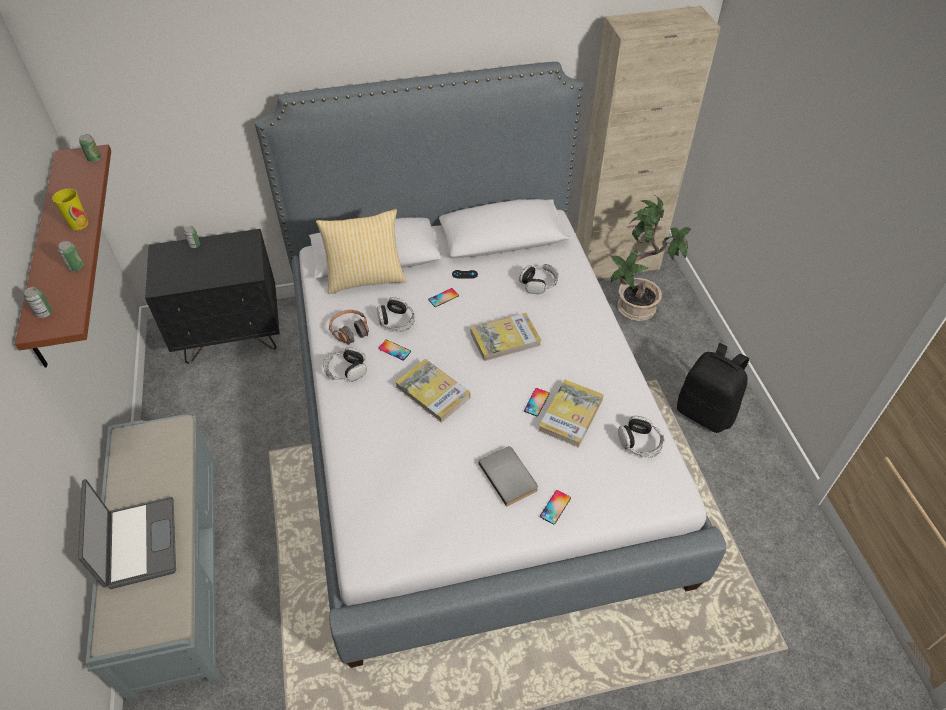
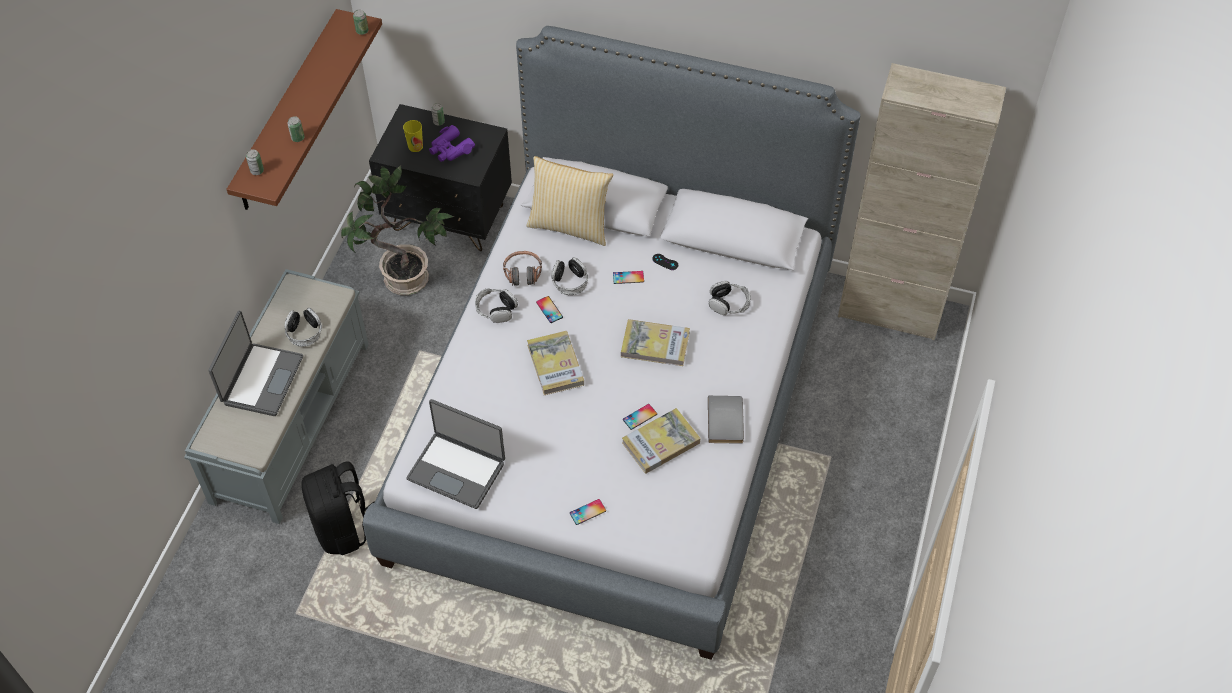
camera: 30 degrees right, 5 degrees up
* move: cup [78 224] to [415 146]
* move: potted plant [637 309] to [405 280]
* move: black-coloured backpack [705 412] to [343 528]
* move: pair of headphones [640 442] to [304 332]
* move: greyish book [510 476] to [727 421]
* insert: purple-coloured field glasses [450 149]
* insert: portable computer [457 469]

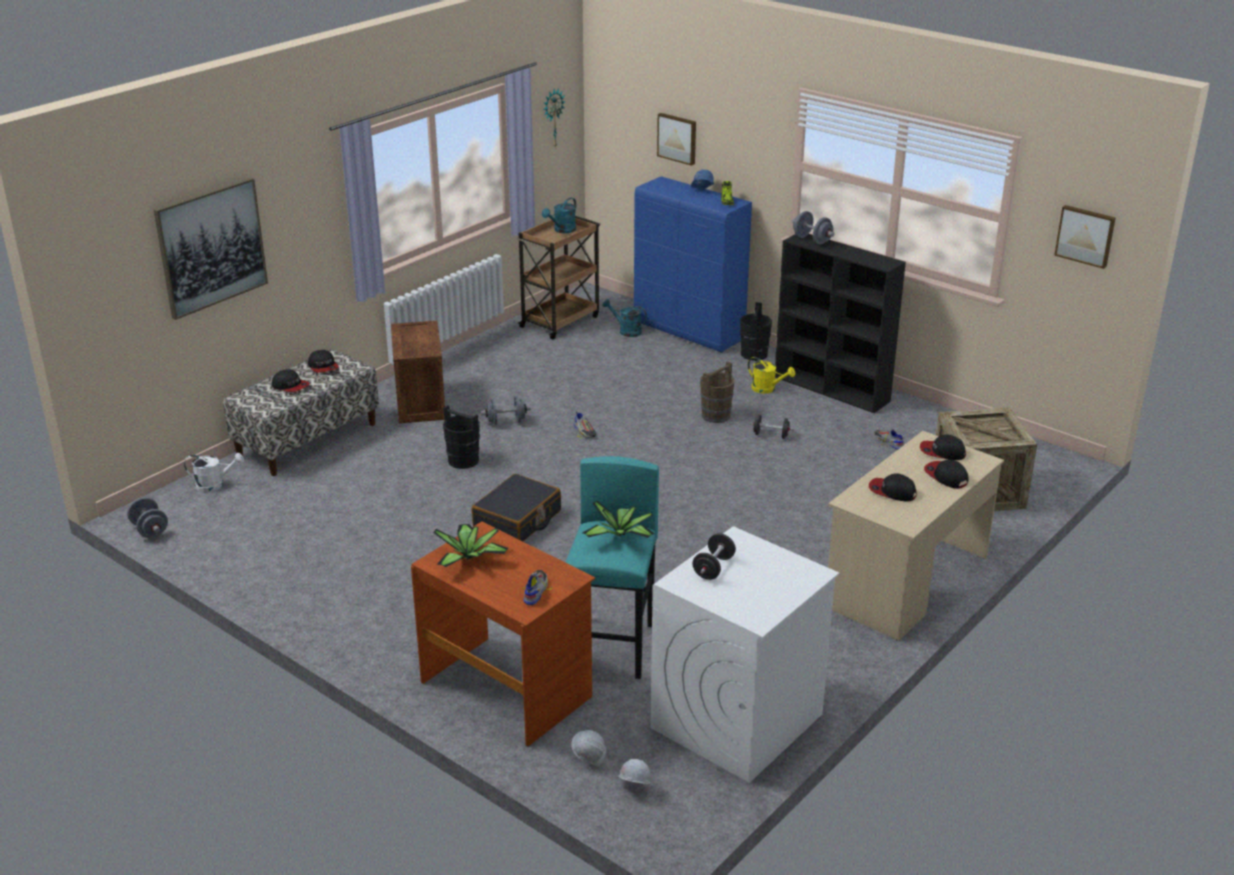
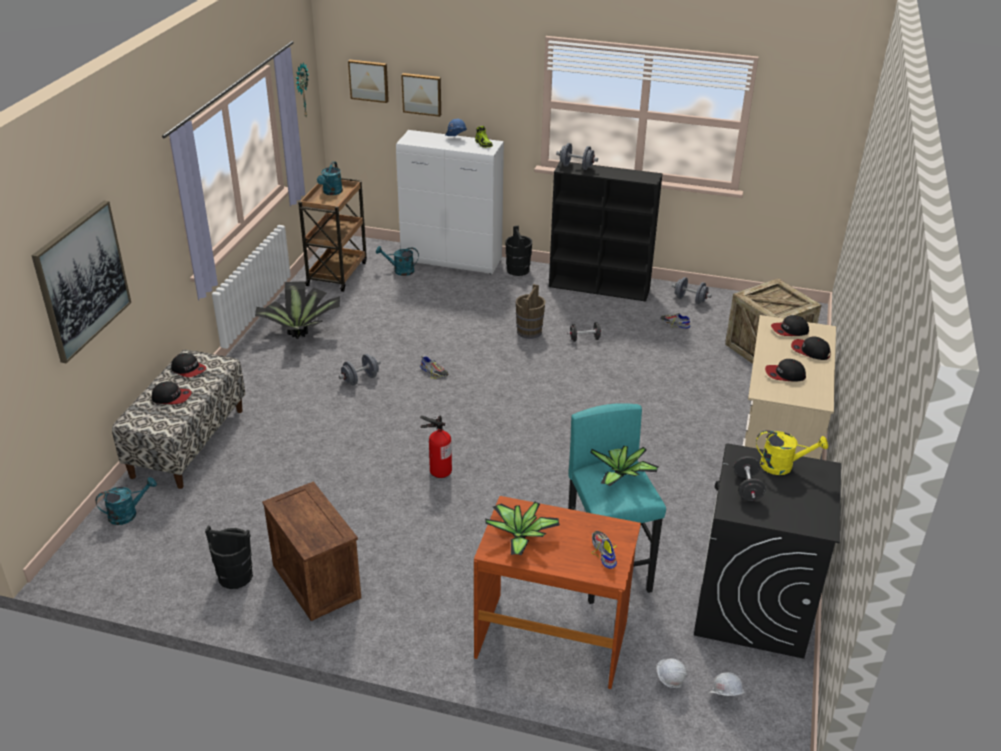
camera: 25 degrees left, 5 degrees up
* recolor: blue storage cabinet [689 332] to whitish storage cabinet [452 261]
* move: wall art [1085 235] to [369 80]
* move: shipping crate [419 403] to [315 581]
* move: yellow sprinkling can [767 389] to [783 466]
* move: black-coloured water bucket [463 460] to [235 576]
* recolor: whitish sprinkling can [214 485] to turquoise sprinkling can [128 514]
* replace: black-coloured suitcase [517 520] to fire-fighting cylinder [440 471]
* move: greyish dumbbell [150 530] to [690 300]
* recolor: whitish washing machine [736 722] to black-coloured washing machine [753 606]
* insert: potted plant [301 331]

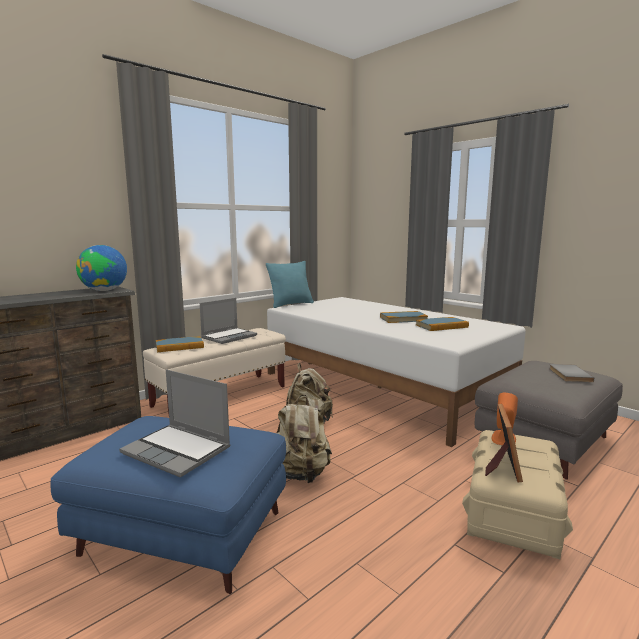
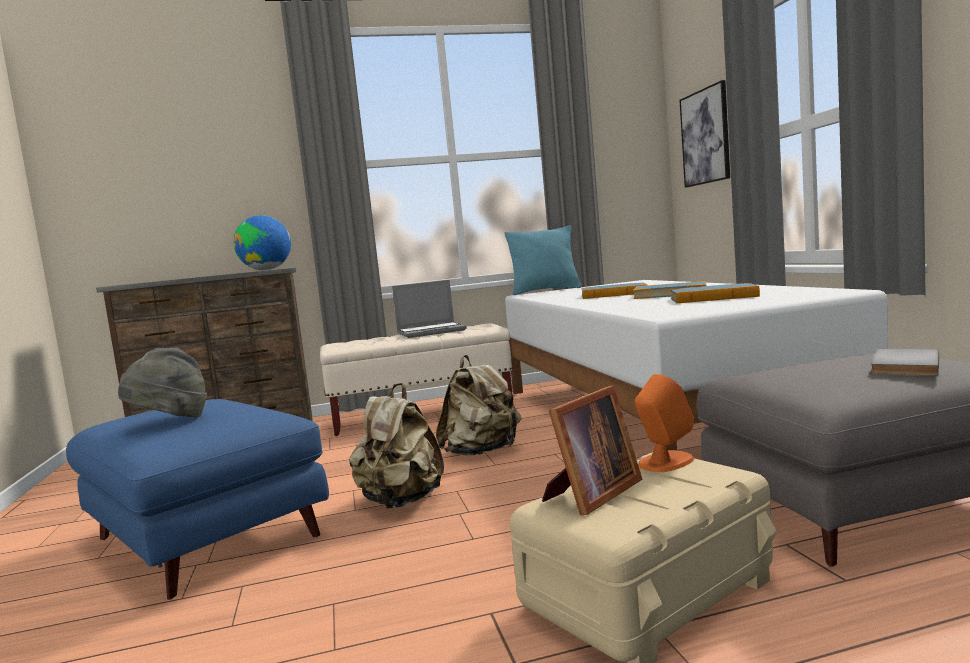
camera: 30 degrees right, 5 degrees down
* move: book [179 346] to [613 294]
* replace: portable computer [178 451] to greyish wearable hat [169 422]
* insert: wall art [705 137]

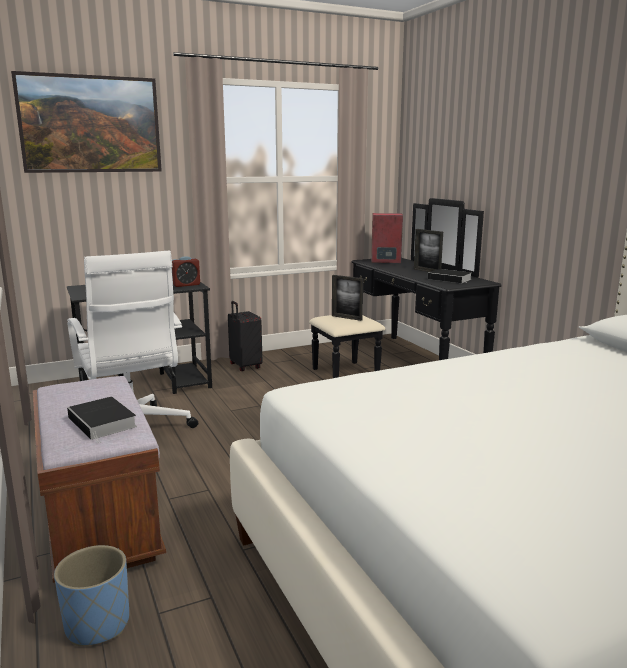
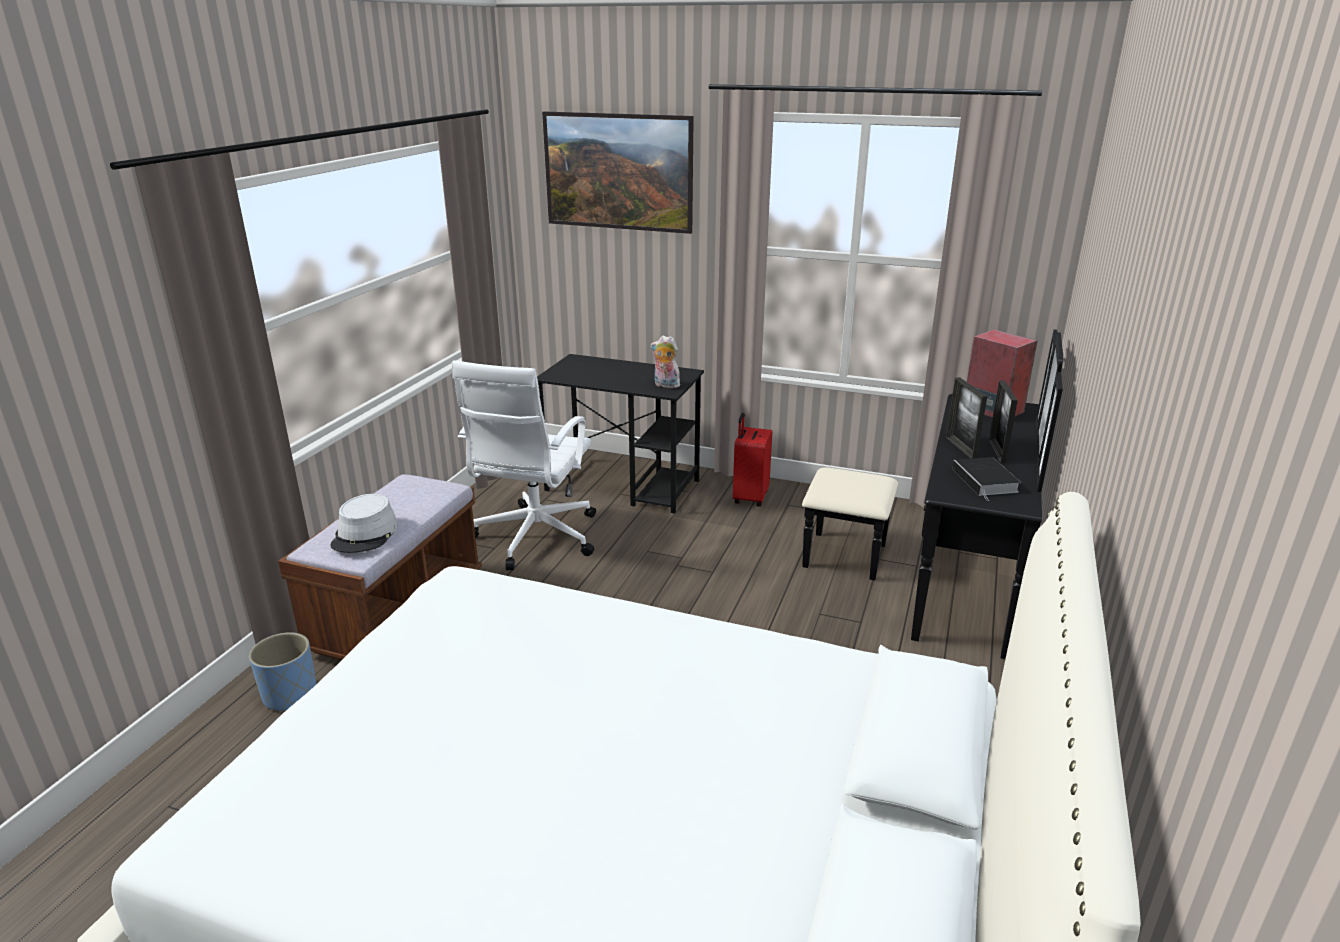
camera: 45 degrees right, 10 degrees up
* replace: table clock [186 285] to soft toy [665 385]
* move: picture frame [346 318] to [961 448]
* recolor: black-coloured suitcase [244 366] to red suitcase [749 498]
* replace: book [103 423] to greyish wearable hat [365 534]

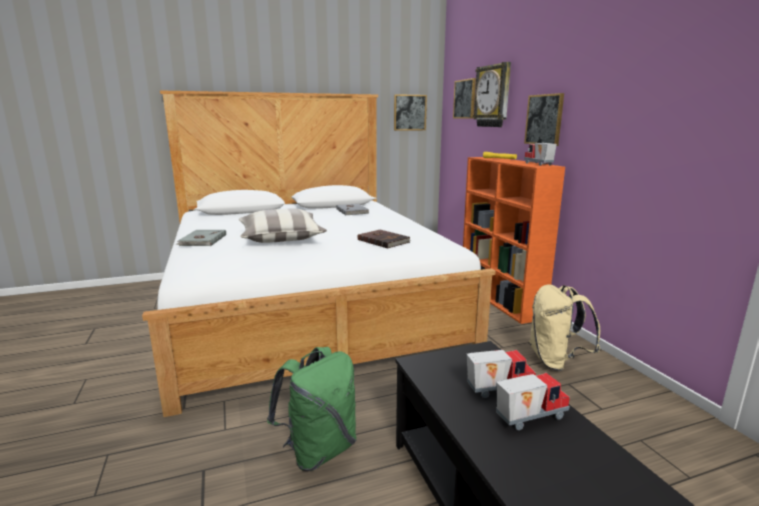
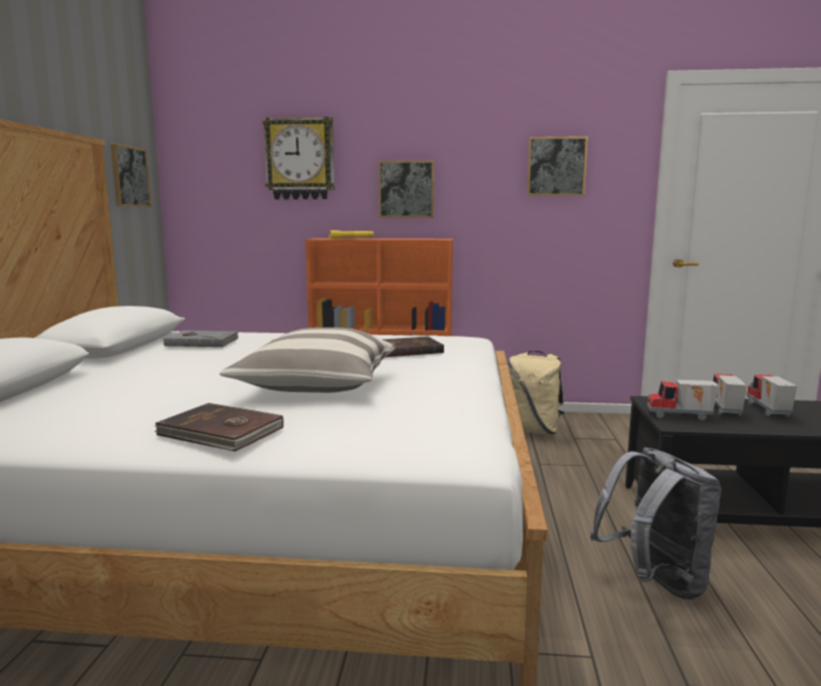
camera: 65 degrees left, 5 degrees down
* move: wall art [465 99] to [556 166]
* move: toy lorry [537 164] to [680 416]
* recolor: greyish book [202 240] to brown book [220 432]
* recolor: green-coloured backpack [319 450] to greyish backpack [654 583]

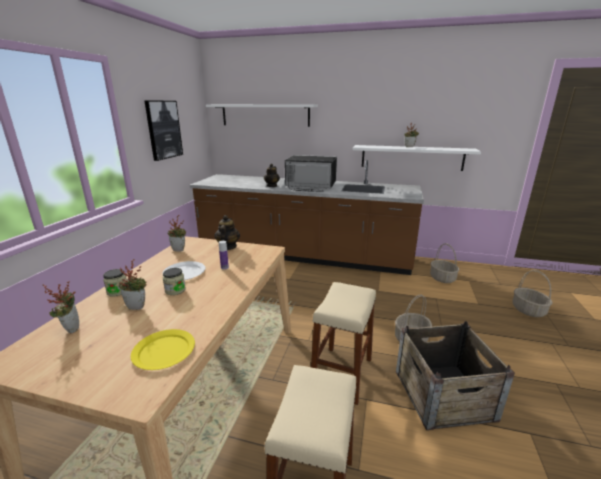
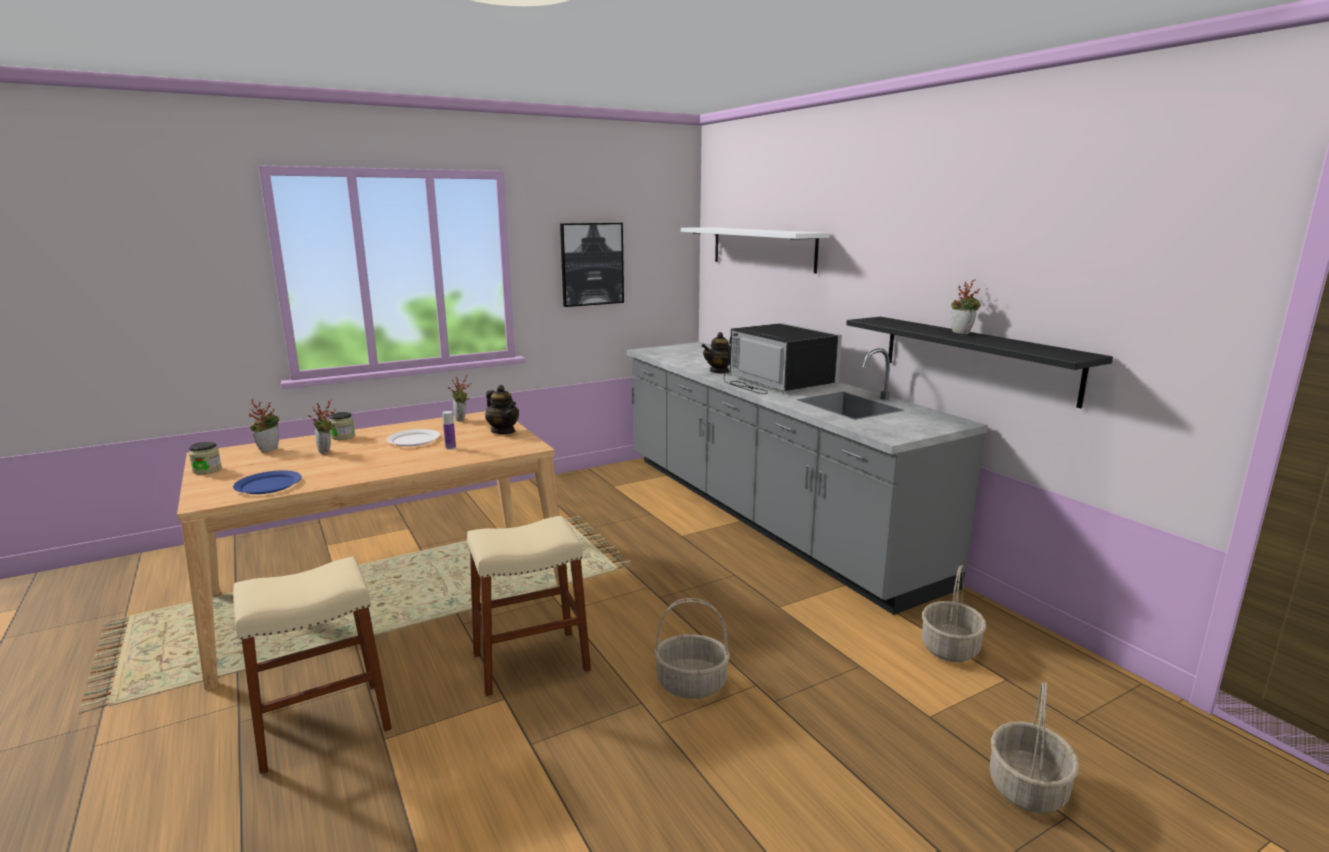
camera: 45 degrees right, 5 degrees down
* recolor: whitish wall shelf [411 157] to black-coloured wall shelf [976 358]
* recolor: brown counter [303 255] to greyish counter [764 514]
* rotate: pot for tea [228 247] = [503 431] 90 degrees clockwise
* move: jar [175 290] to [207 470]
* delete: shipping crate [443 394]
* recolor: yellow flat dish [163 351] to blue flat dish [268 485]

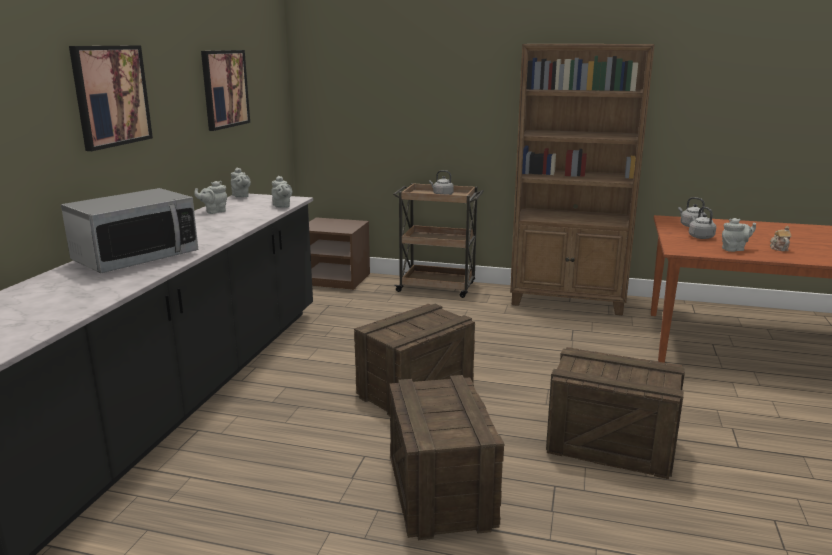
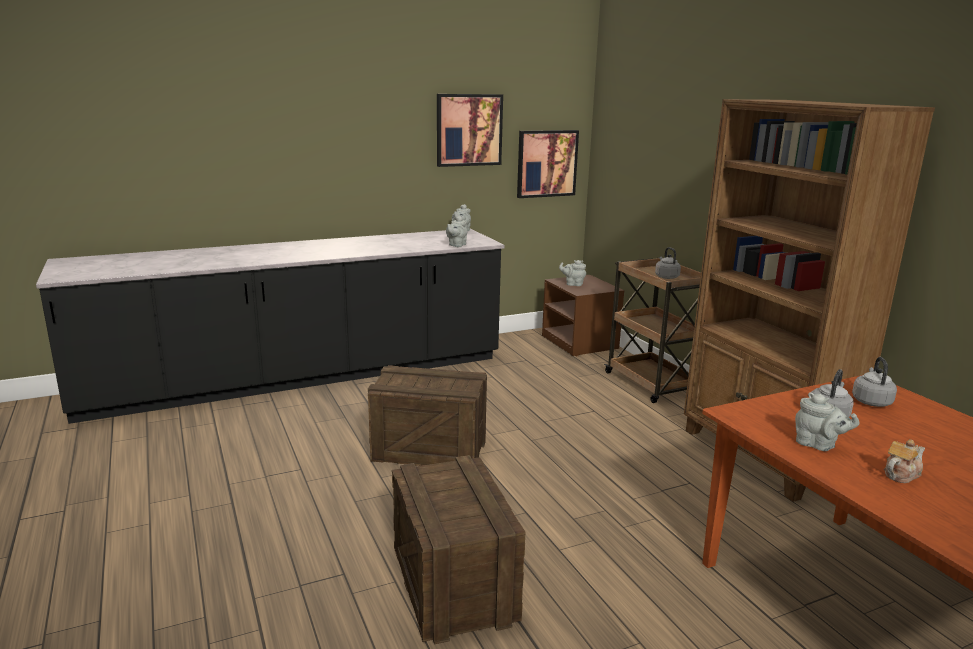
camera: 50 degrees right, 0 degrees up
* move: wall art [111 96] to [546 163]
* move: greyish pot for tea [214 211] to [573 284]
* delete: kitchen microwave [136 258]
* delete: shipping crate [440 491]

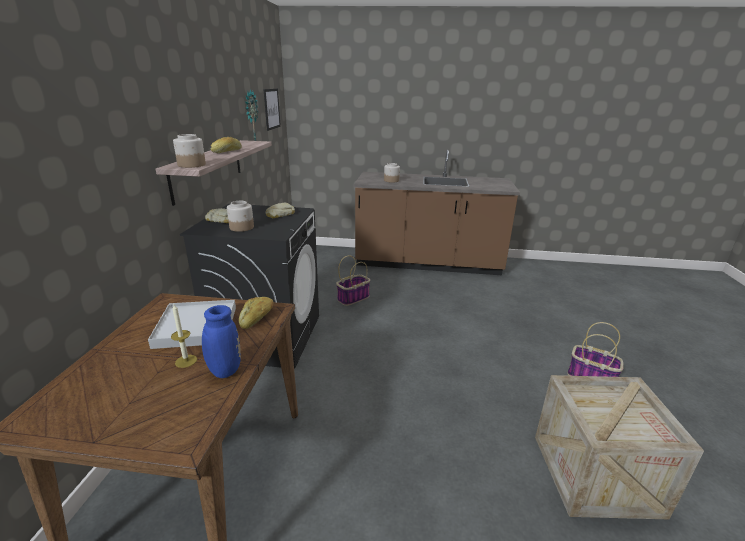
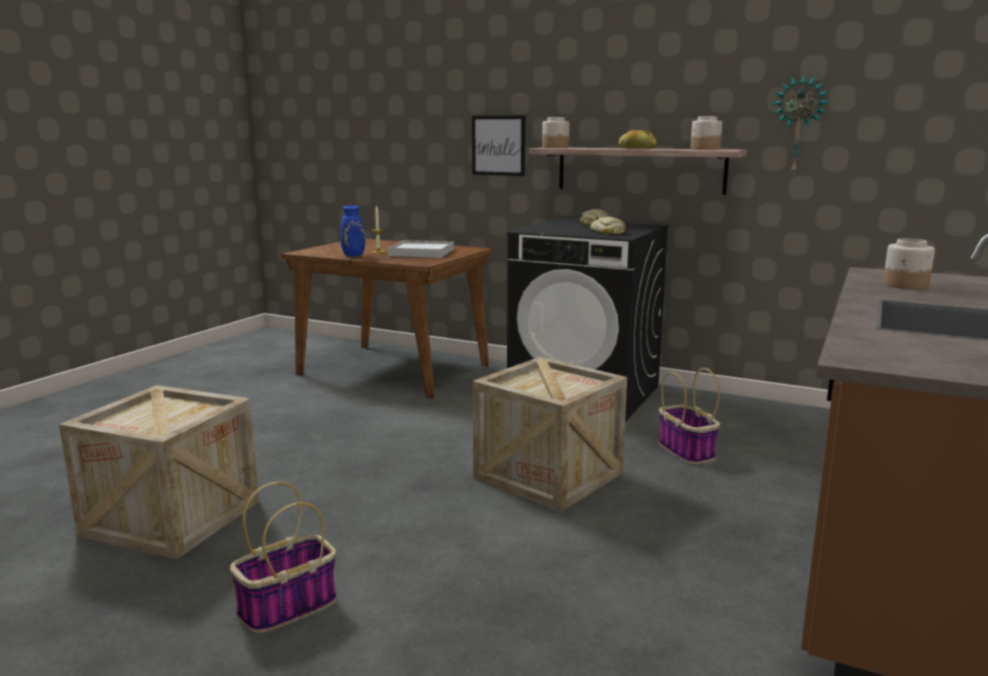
camera: 110 degrees right, 10 degrees down
* move: wall art [271 109] to [498 145]
* move: jar [242 227] to [705 149]
* delete: bakery bread [257 318]
* insert: shipping crate [548 475]

